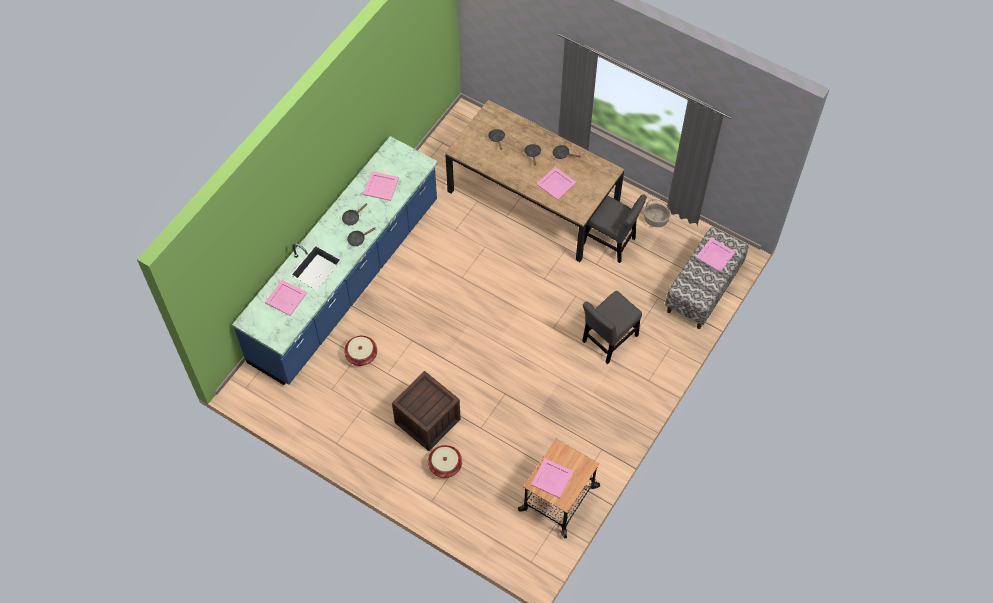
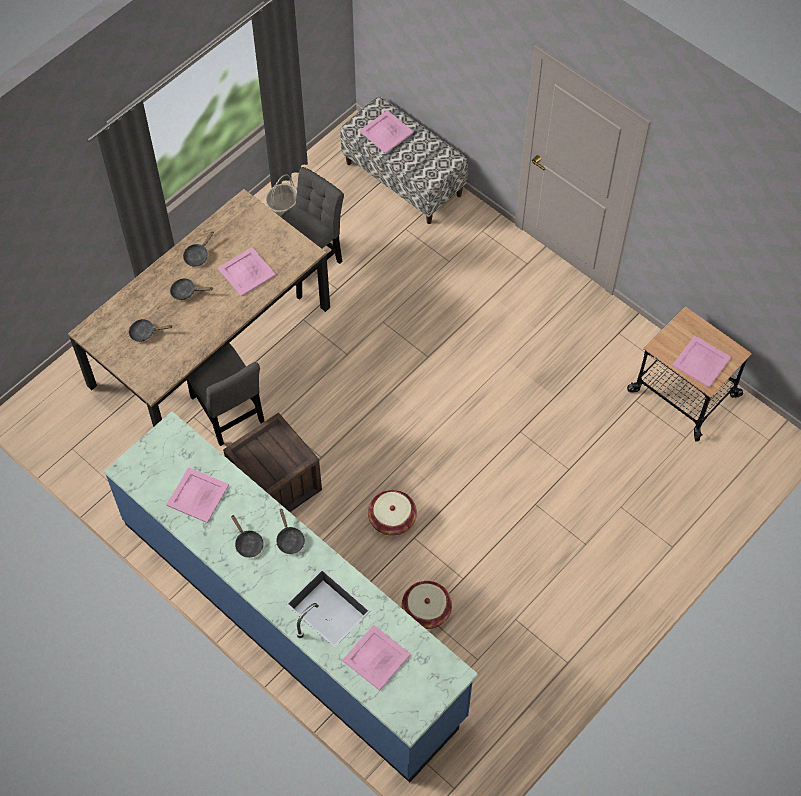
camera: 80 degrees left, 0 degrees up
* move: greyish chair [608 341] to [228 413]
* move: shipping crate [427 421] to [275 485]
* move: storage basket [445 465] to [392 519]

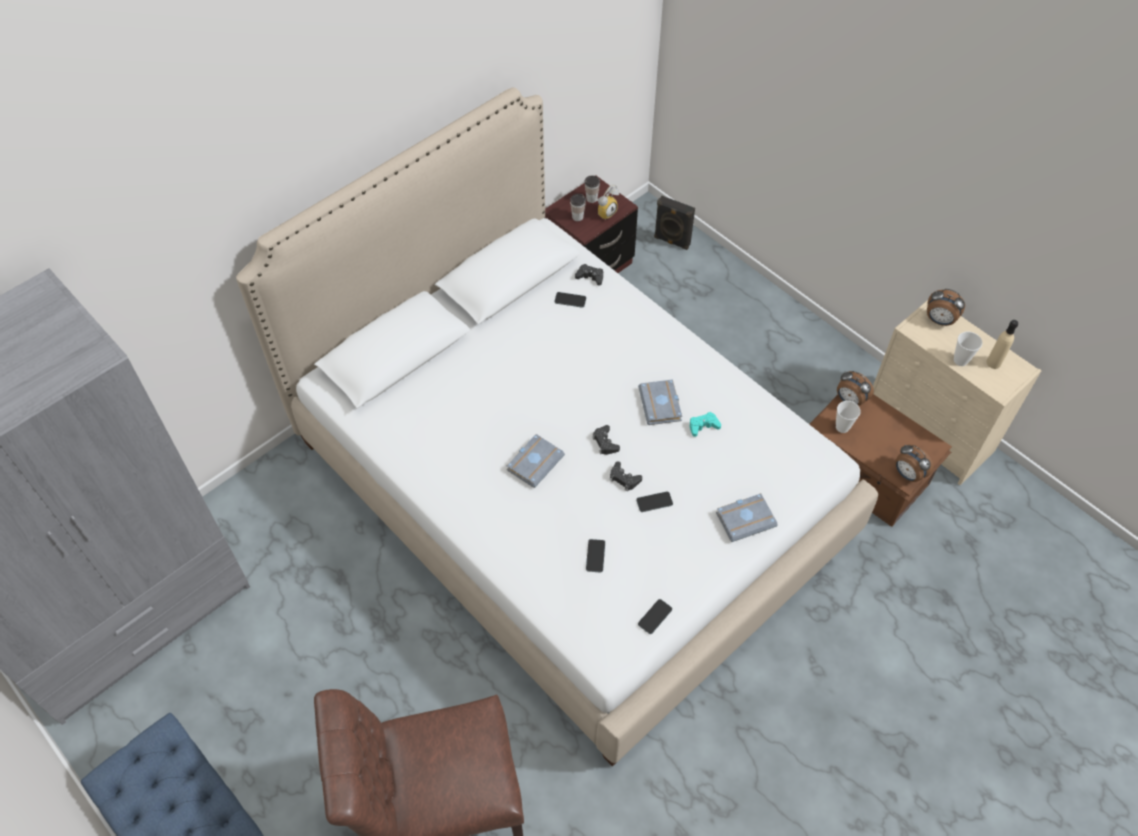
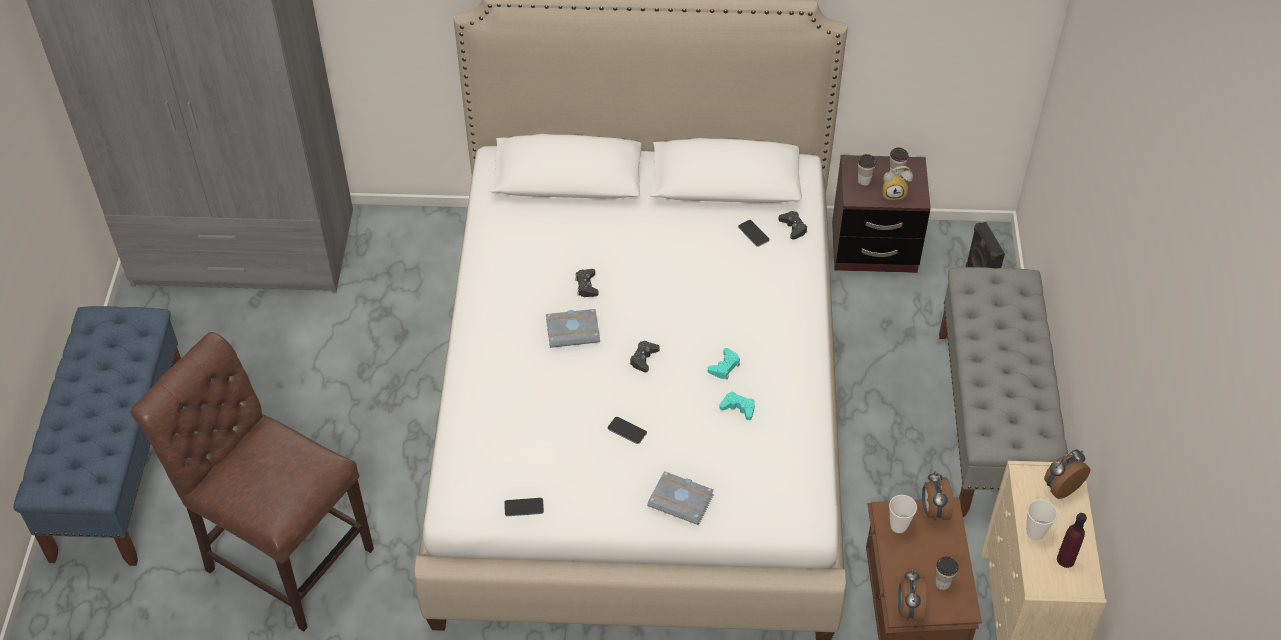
camera: 45 degrees right, 5 degrees down
* rotate: table clock [939 321] = [1060 487] 75 degrees clockwise
* recolor: sand-coloured bottle [993 363] to purple-coloured bottle [1065 560]
* replace: greyish book [661 405] to turquoise joypad [724 367]
* move: black-coloured joypad [624 479] to [586 286]
* delete: handset [595 556]
* insert: greyish long seat [989 423]
* insert: cup [942 583]

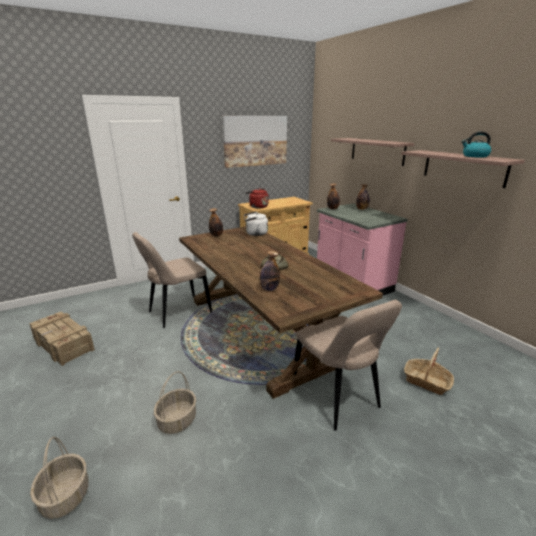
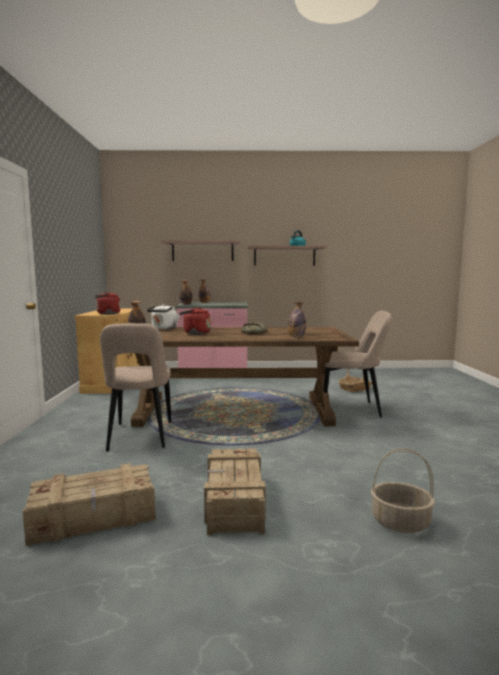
camera: 60 degrees left, 15 degrees down
* delete: wall art [255 141]
* delete: storage basket [177 421]
* insert: red water kettle [195 333]
* insert: shipping crate [234 502]

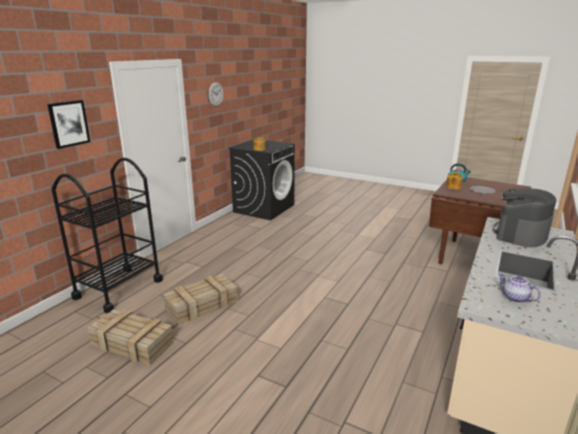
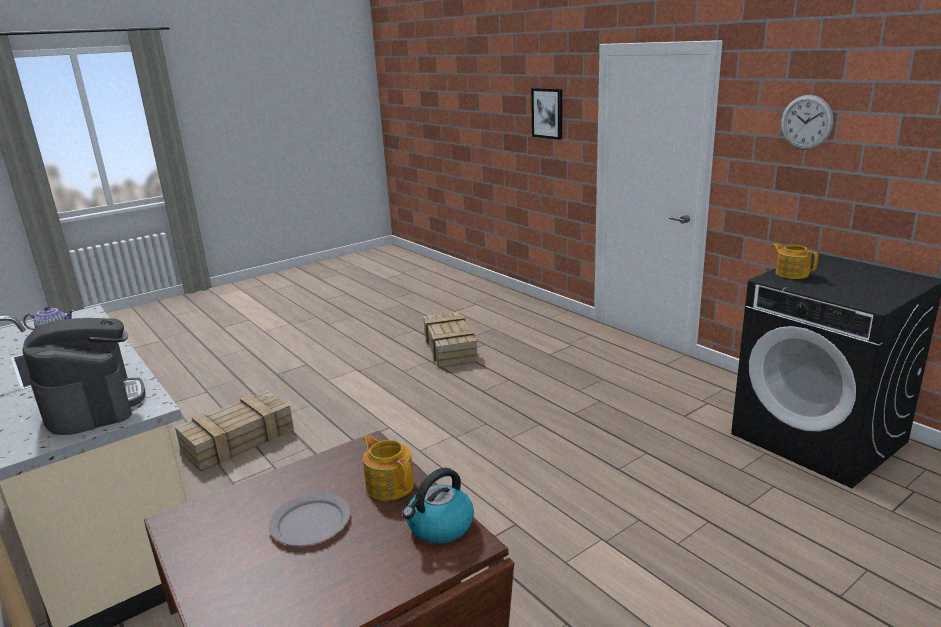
camera: 115 degrees right, 0 degrees up
* delete: black-coloured cart [119 289]
* move: shipping crate [131 343] to [239 439]

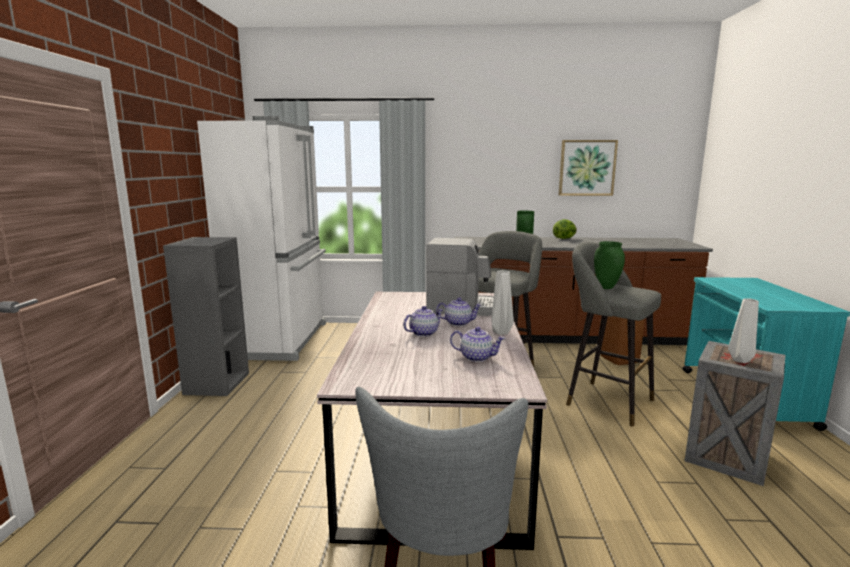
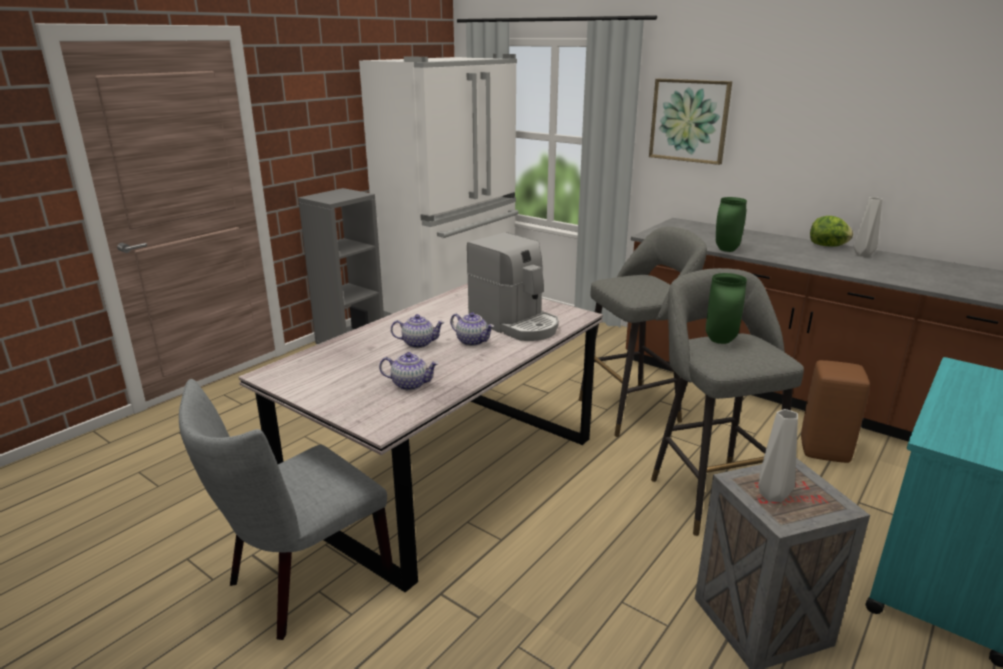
camera: 35 degrees right, 10 degrees up
* move: wall art [587 168] to [689 120]
* move: greyish flower vase [500 332] to [862 255]
* rotate: pot for tea [477 357] = [410 384] 45 degrees counterclockwise

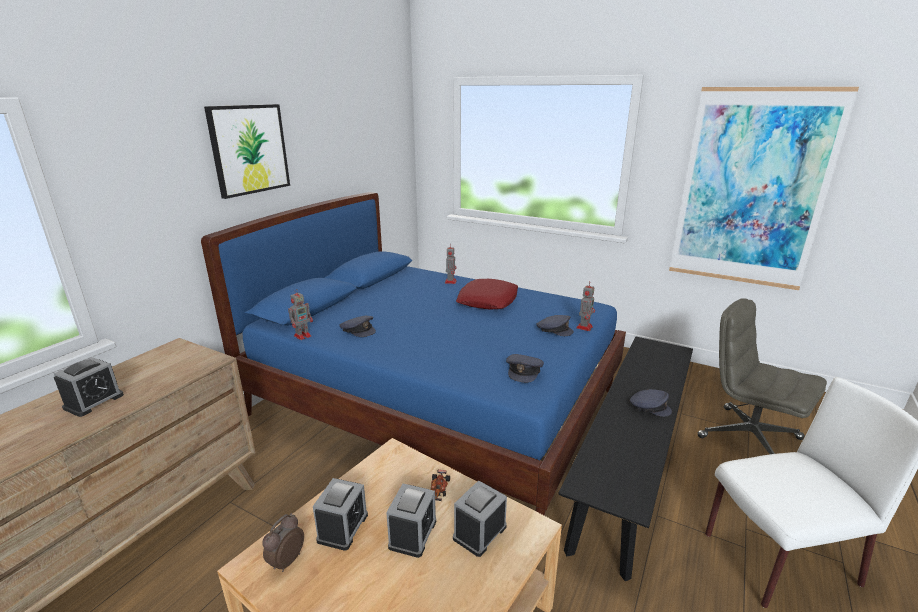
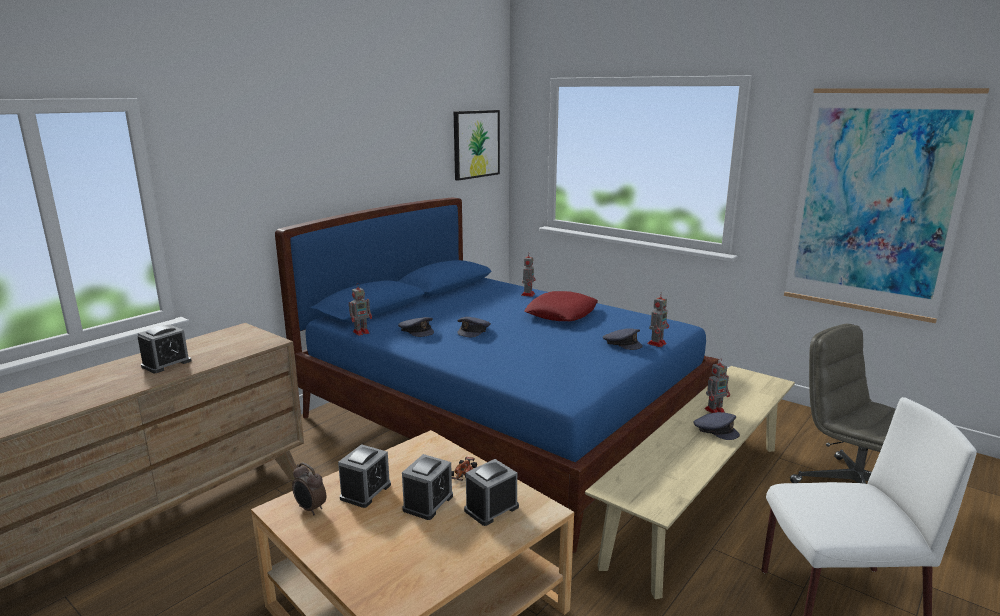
camera: 10 degrees right, 5 degrees down
* move: wall art [249 149] to [476 144]
* recolor: black-coloured long seat [629 465] to sand-coloured long seat [698 500]
* move: greyish baseball cap [524 371] to [473 331]
* rotate: table clock [286 561] = [310 509] 90 degrees counterclockwise
* insert: robot figure [715 410]

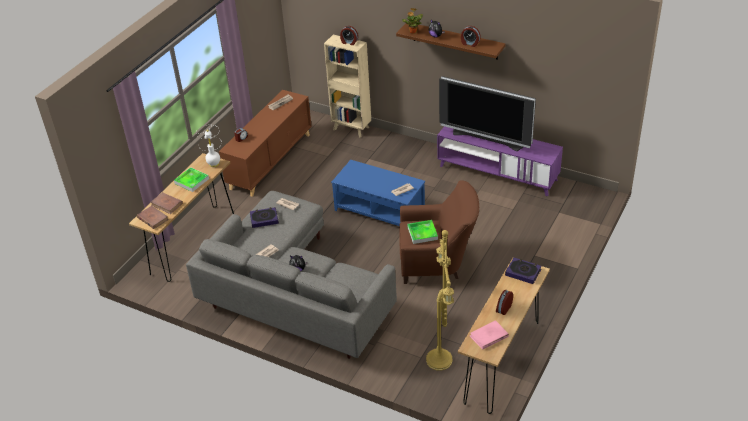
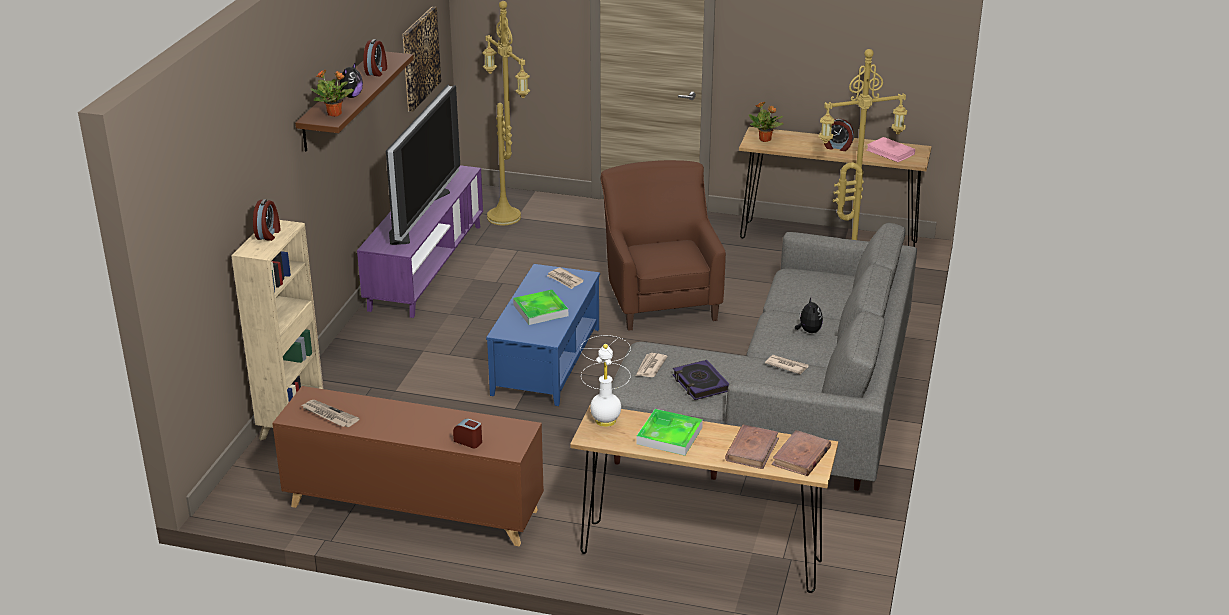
camera: 105 degrees left, 10 degrees down
* move: carrying tray [422 233] to [540 310]
* replace: book [523 272] to potted plant [765 140]
* insert: yellow standing lamp [506 217]
* insert: wall art [420 58]

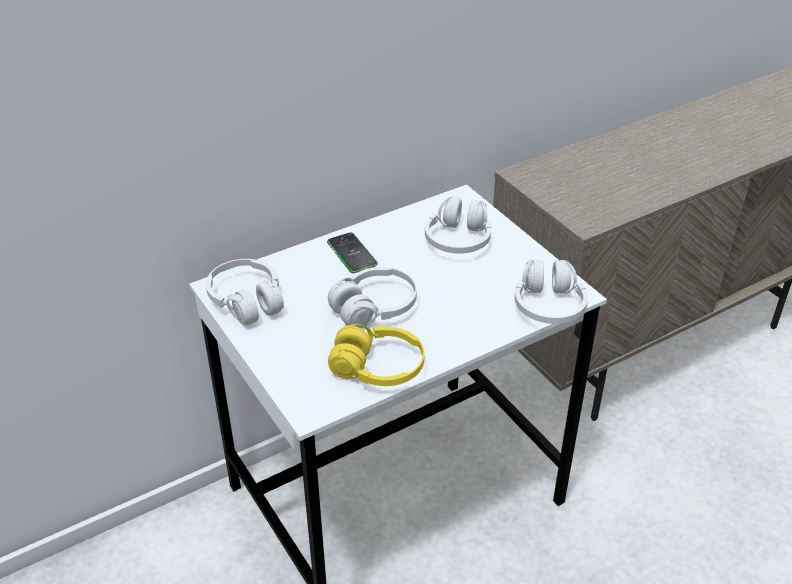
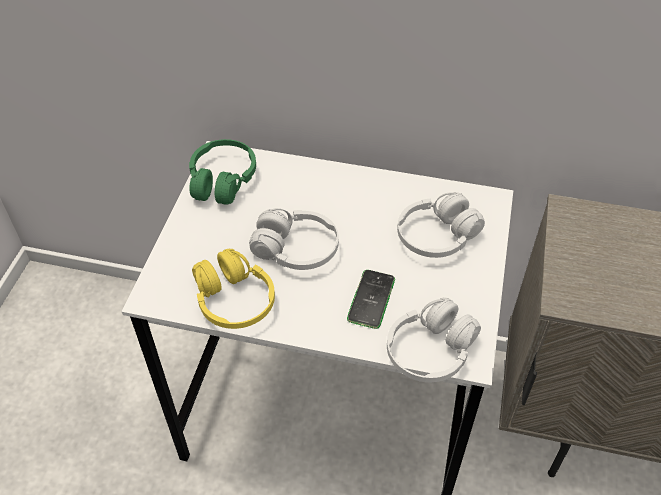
camera: 45 degrees right, 10 degrees up
* move: handset [352 253] to [371 299]
* recolor: whitish pair of headphones [247 301] to green-coloured pair of headphones [222 180]

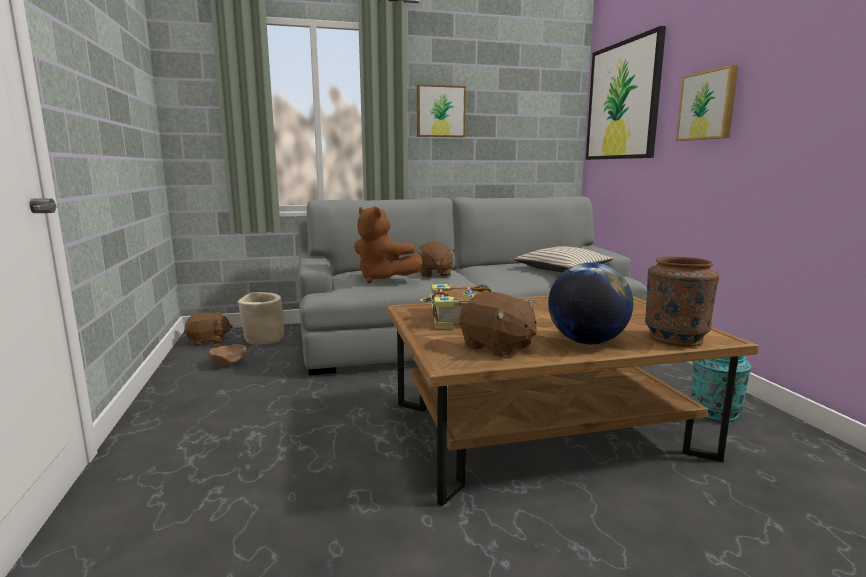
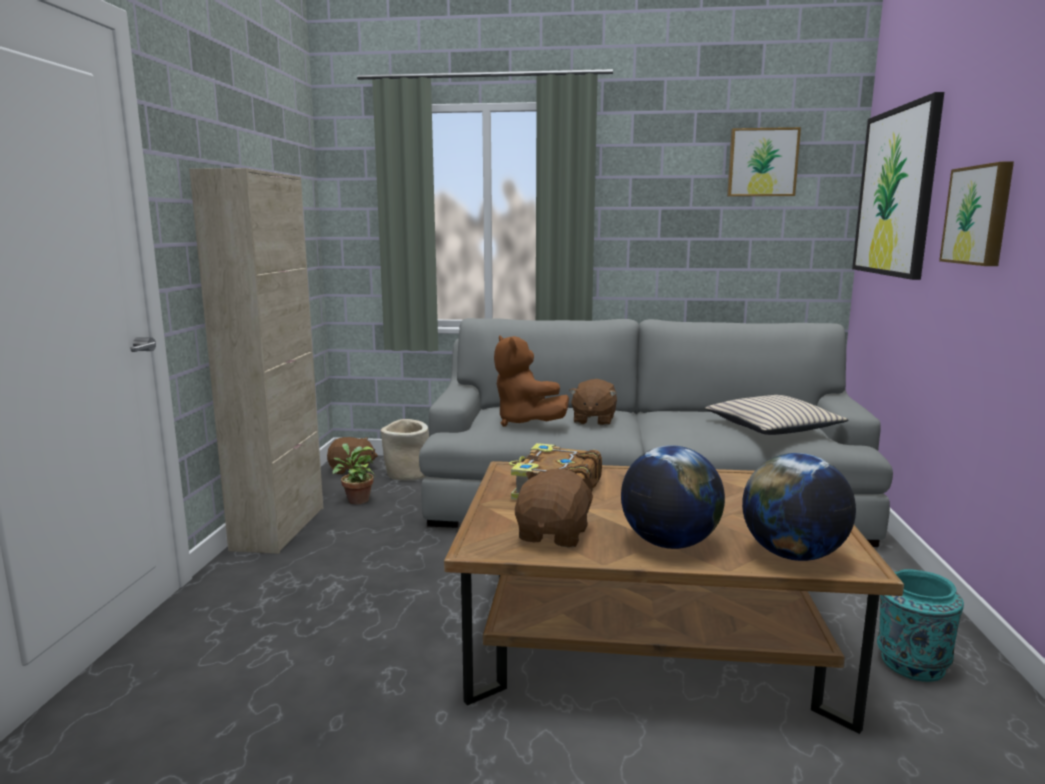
camera: 20 degrees right, 0 degrees up
* move: wall art [440 111] to [762 162]
* replace: brown flower vase [675 338] to desk globe [792 555]
* rotate: brown soft toy [497 347] = [554 535] 135 degrees counterclockwise
* replace: brown serving bowl [228 363] to potted plant [356 500]
* insert: sand-coloured storage cabinet [279 528]

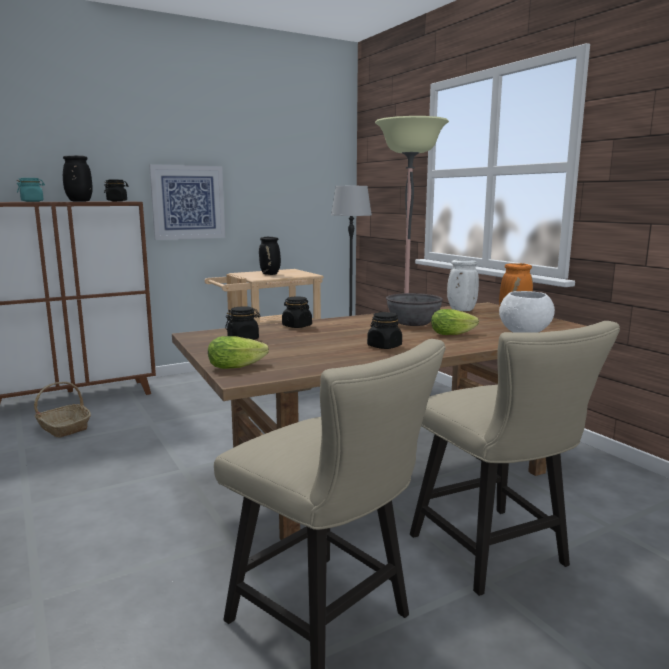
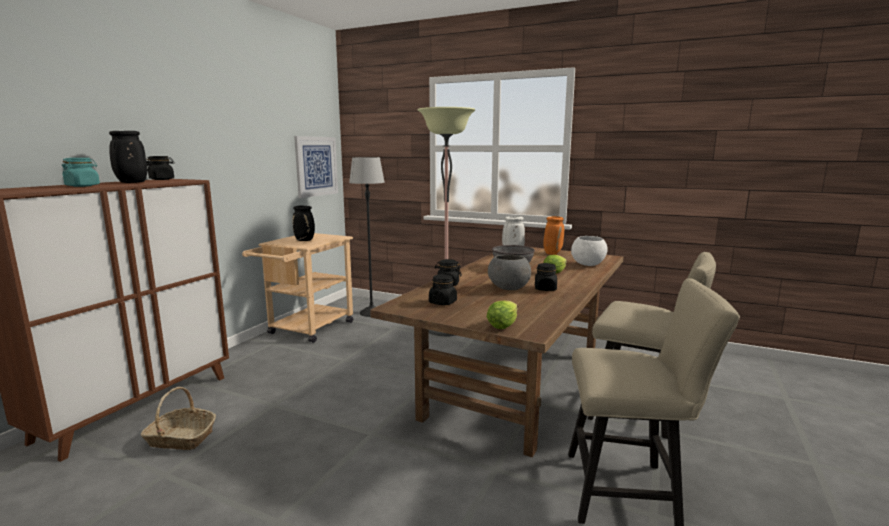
camera: 35 degrees left, 0 degrees up
* move: wall art [188 202] to [316 166]
* insert: greyish serving bowl [508 289]

